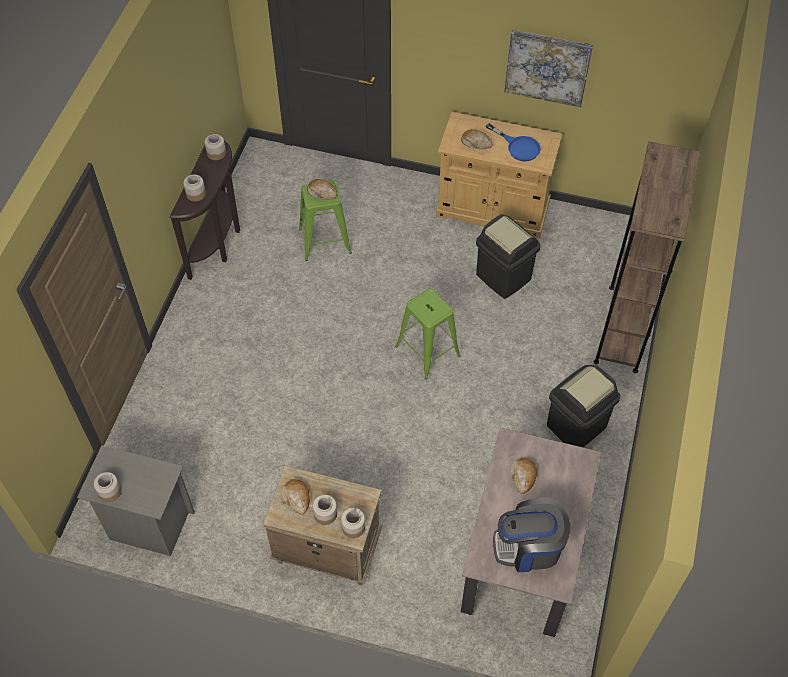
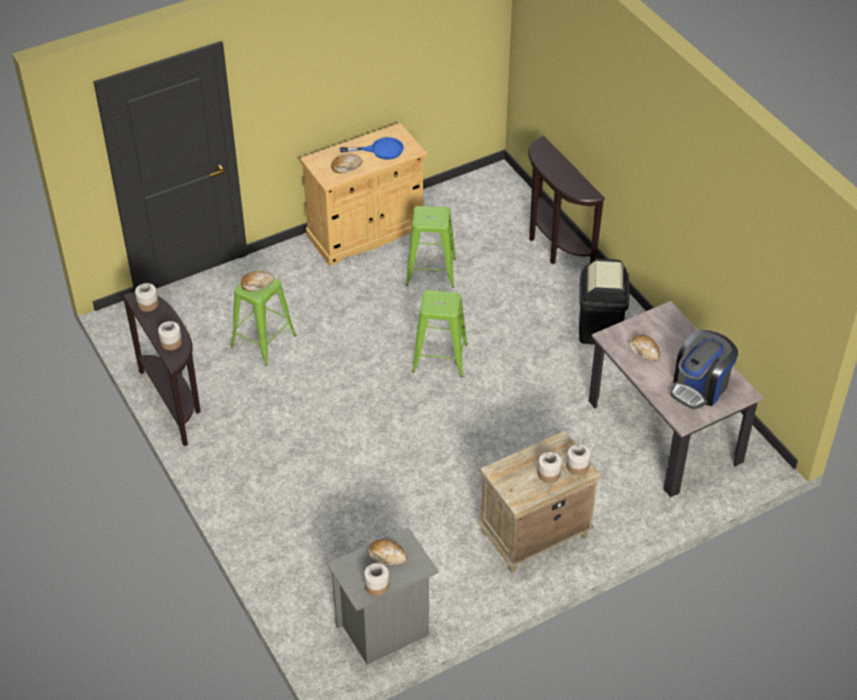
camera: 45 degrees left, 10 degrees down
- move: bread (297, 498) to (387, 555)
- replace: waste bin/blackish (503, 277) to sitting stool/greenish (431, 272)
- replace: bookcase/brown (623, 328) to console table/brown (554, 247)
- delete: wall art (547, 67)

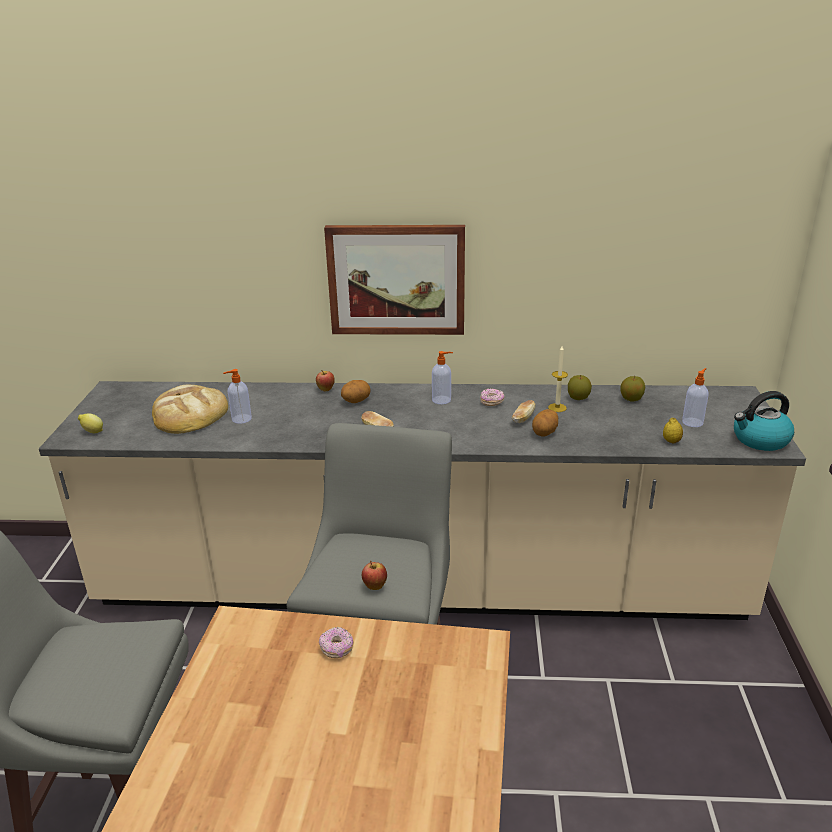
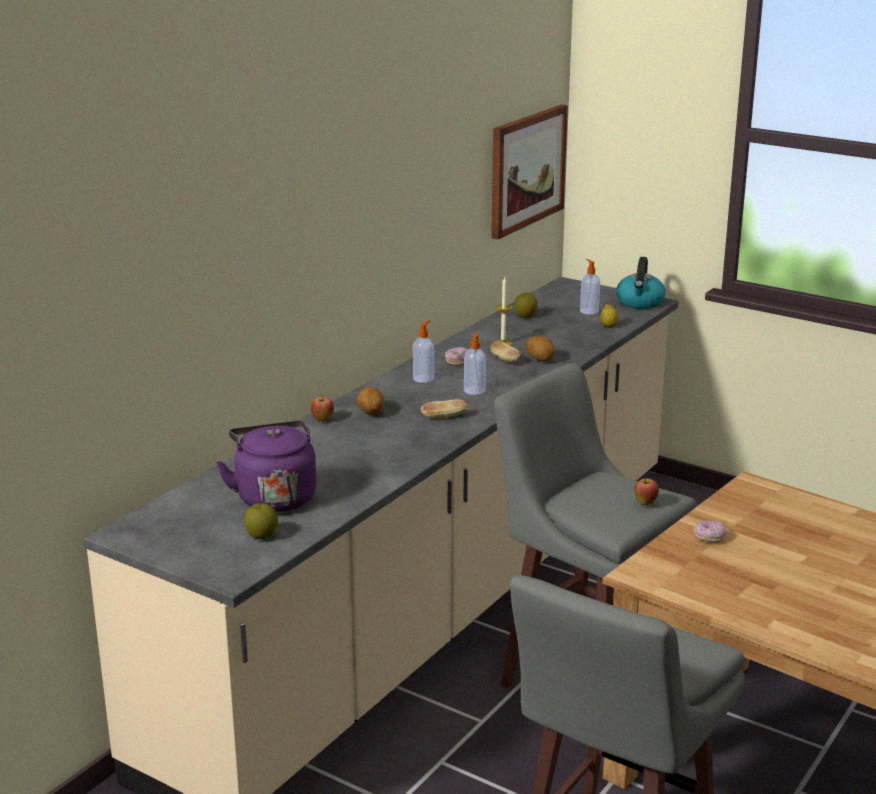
camera: 60 degrees left, 5 degrees down
- replace: bread (189, 414) to water kettle/purple (274, 497)
- move: apple (578, 398) to (262, 536)
- move: soap dispenser (241, 419) to (474, 391)
- move: wall art (396, 280) to (526, 170)
- delete: whole lemon (92, 432)

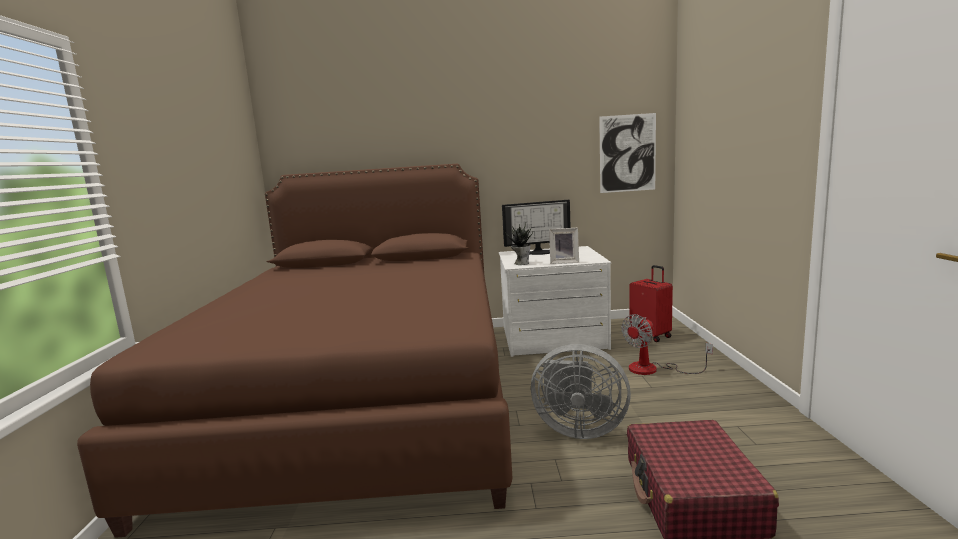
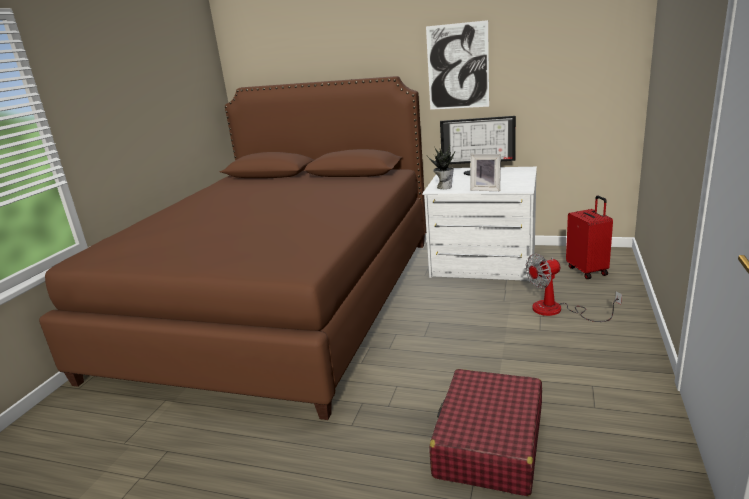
camera: 20 degrees right, 10 degrees up
- move: wall art (627, 153) to (457, 66)
- delete: electric fan/gray (577, 429)

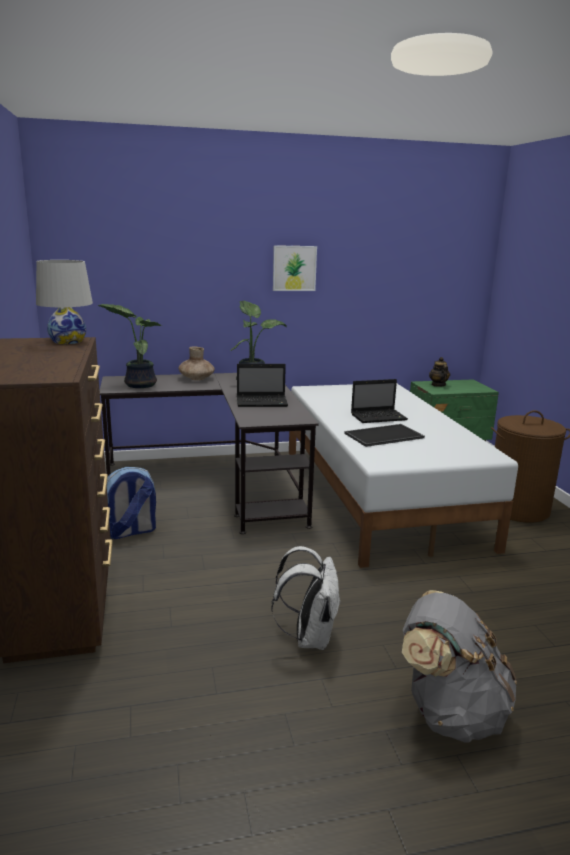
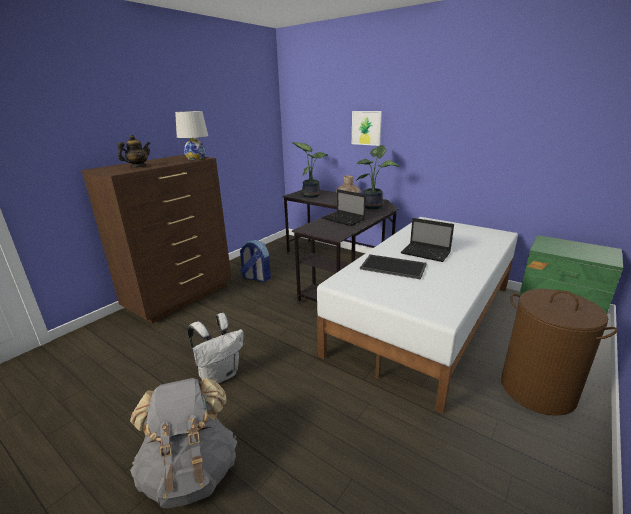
camera: 50 degrees right, 5 degrees up
- move: teapot (438, 385) to (138, 167)
- move: wall art (294, 268) to (366, 128)

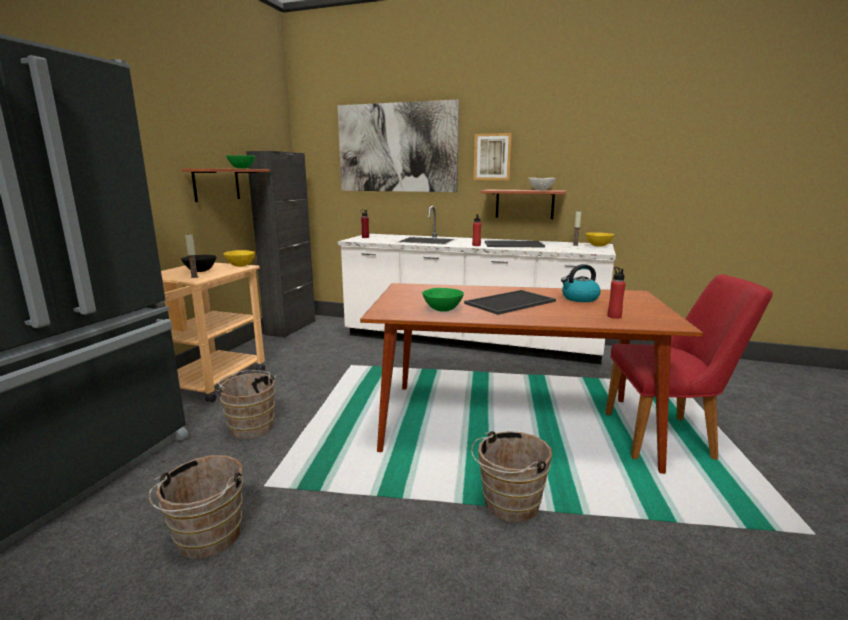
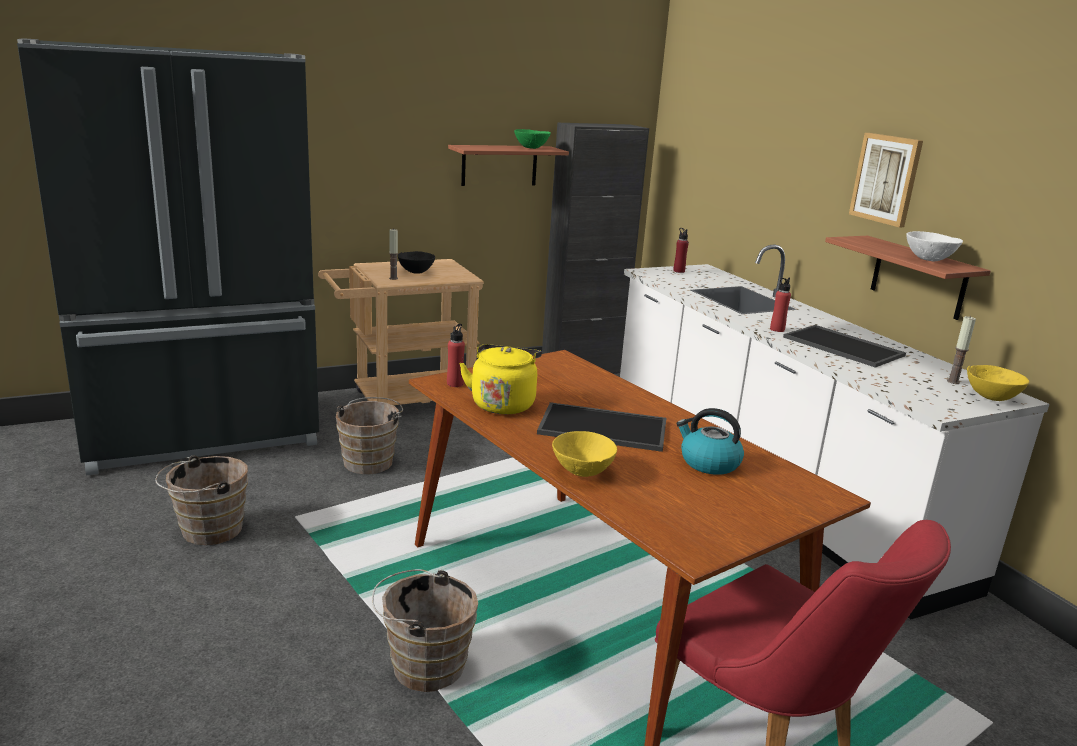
camera: 45 degrees right, 5 degrees up
- move: drink bottle/red-coloured (614, 316) to (455, 384)
- replace: bowl/greenish (443, 310) to water kettle/yellow (503, 403)
- move: bowl/yellow (240, 266) to (581, 472)
- delete: wall art (397, 148)

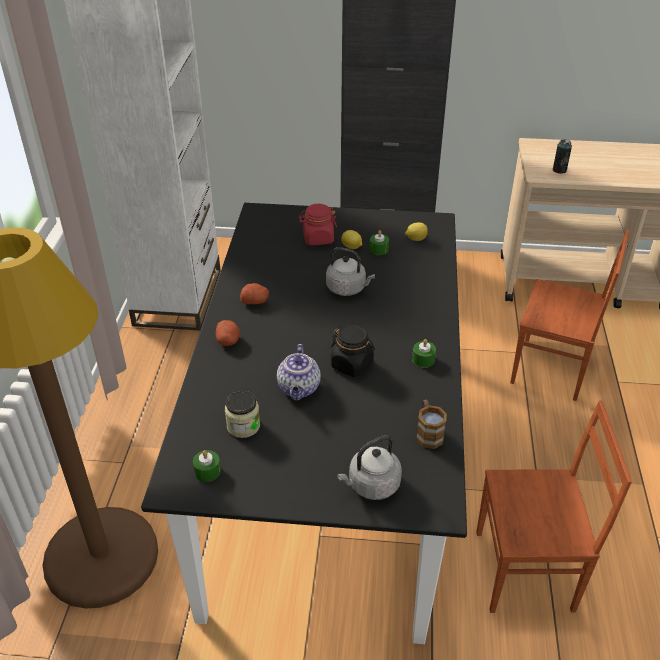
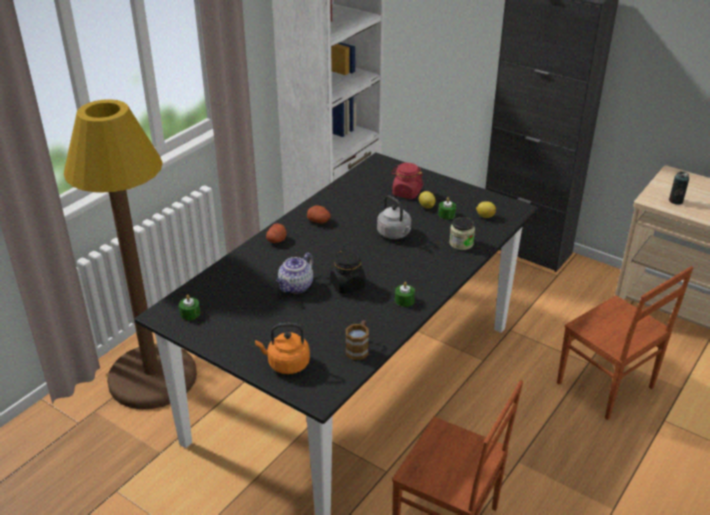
camera: 30 degrees right, 5 degrees down
- recolor: water kettle/gray (371, 485) to water kettle/orange (286, 364)
- move: preserve jar (243, 426) to (461, 243)

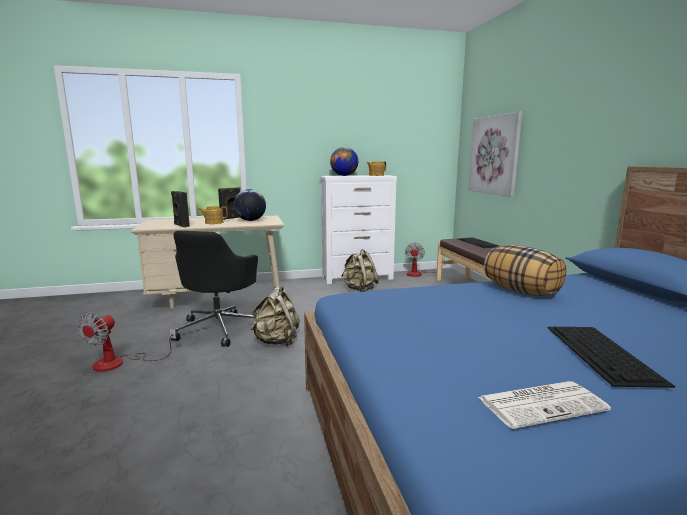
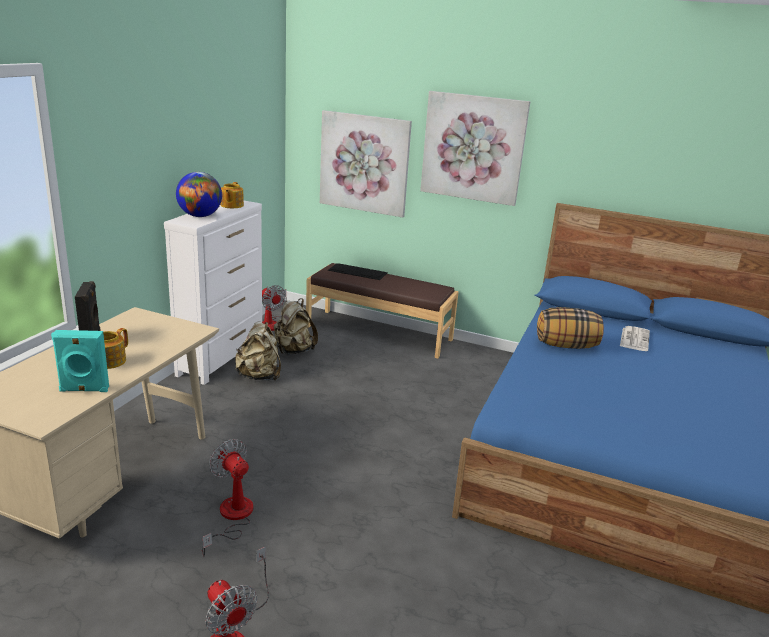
camera: 55 degrees left, 10 degrees up
- recolor: audio speaker/blackish (181, 225) to audio speaker/turquoise-coloured (84, 390)
- replace: office chair/blackish (220, 328) to electric fan (231, 517)
- move: knapsack/sand-coloured (277, 342) to (293, 351)
- insert: wall art (473, 148)
- move: daily paper (542, 404) to (634, 339)
- delete: world globe (250, 220)
- delete: PC keyboard (603, 353)

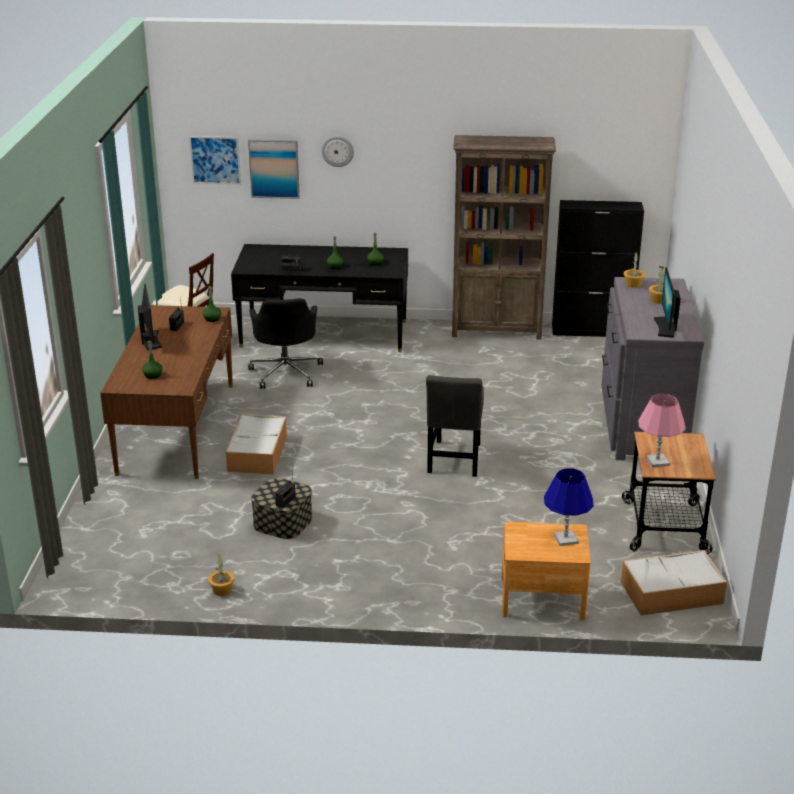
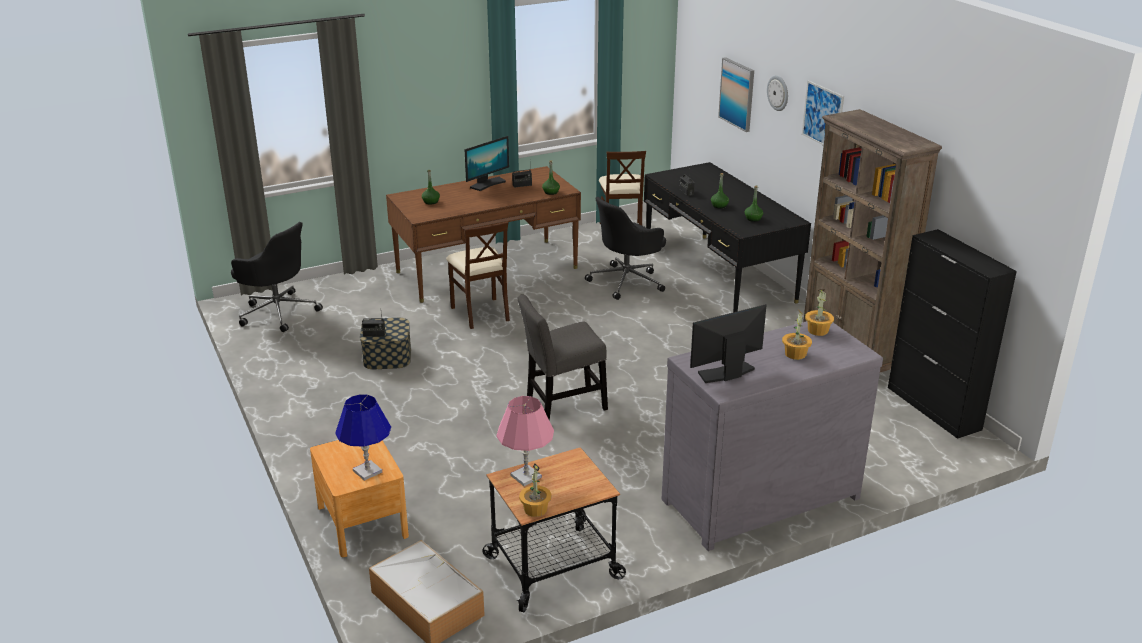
camera: 60 degrees right, 0 degrees up
- insert: office chair/blackish (278, 312)
- replace: storage box (257, 454) to upright chair/sand-coloured (481, 313)
- move: houseplant (221, 590) to (535, 509)
- move: wall art (215, 160) to (822, 115)

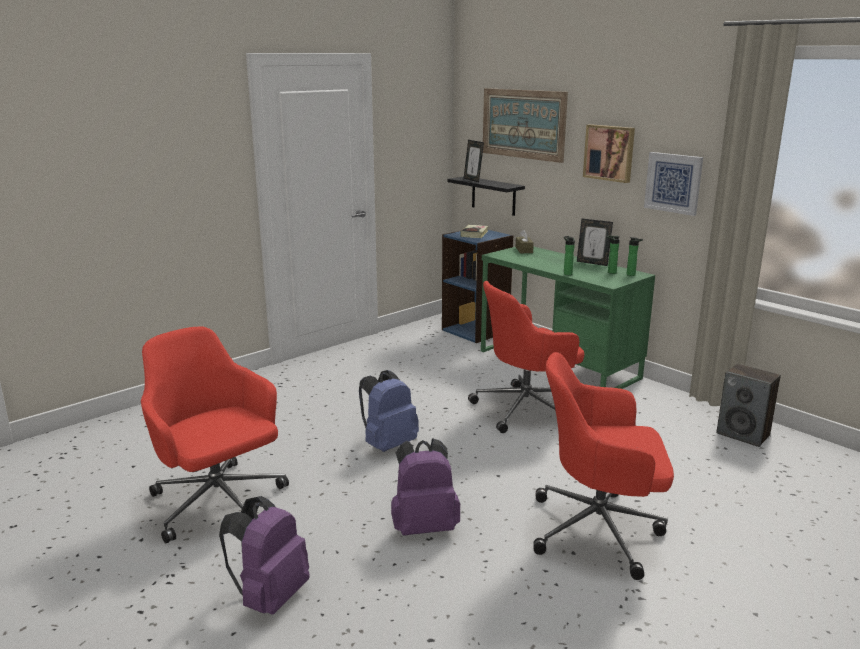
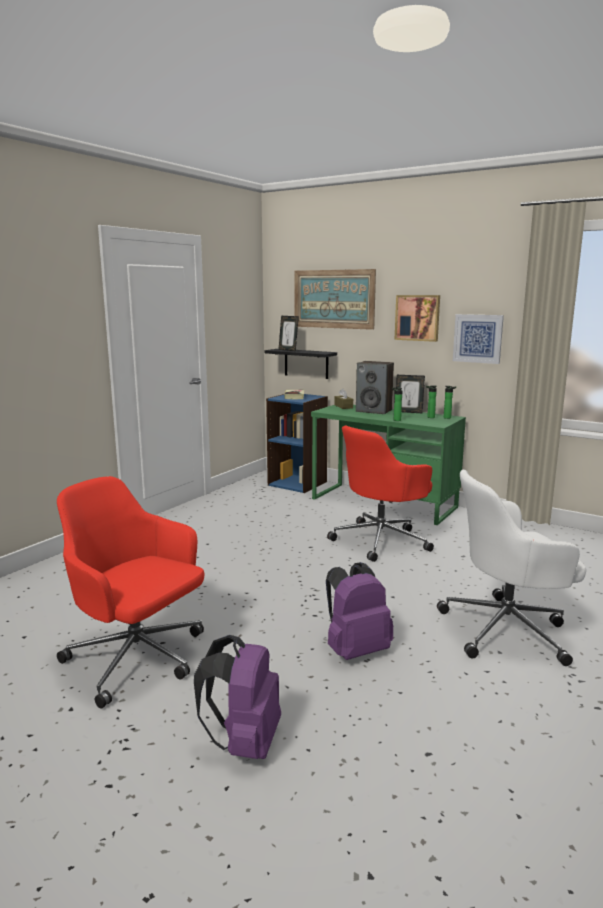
camera: 15 degrees left, 5 degrees down
- move: audio speaker (743, 434) to (374, 411)
- recolor: office chair/red-coloured (599, 530) to office chair/white (507, 630)
- delete: knapsack/blue-coloured (388, 444)

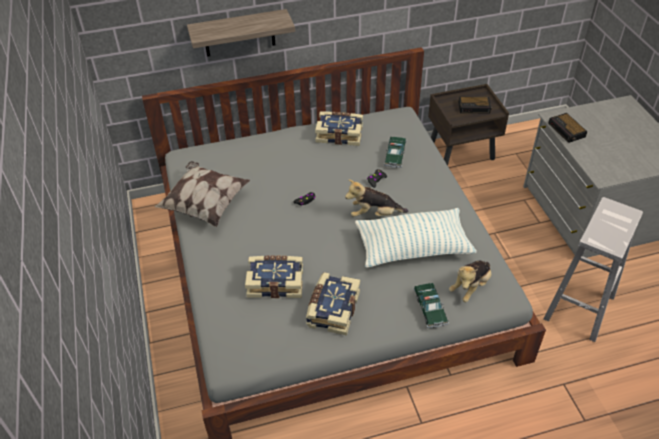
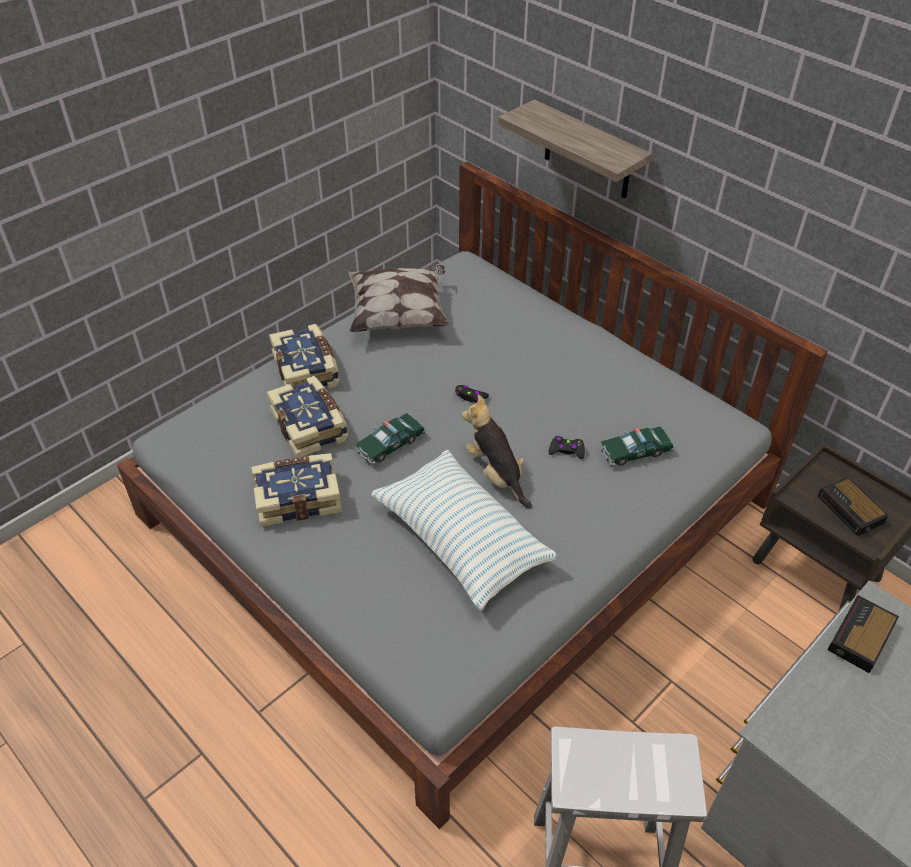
camera: 60 degrees right, 0 degrees up
- move: book (339, 134) to (307, 370)
- move: toy car (430, 308) to (390, 444)
- delete: cuddly toy (470, 287)

